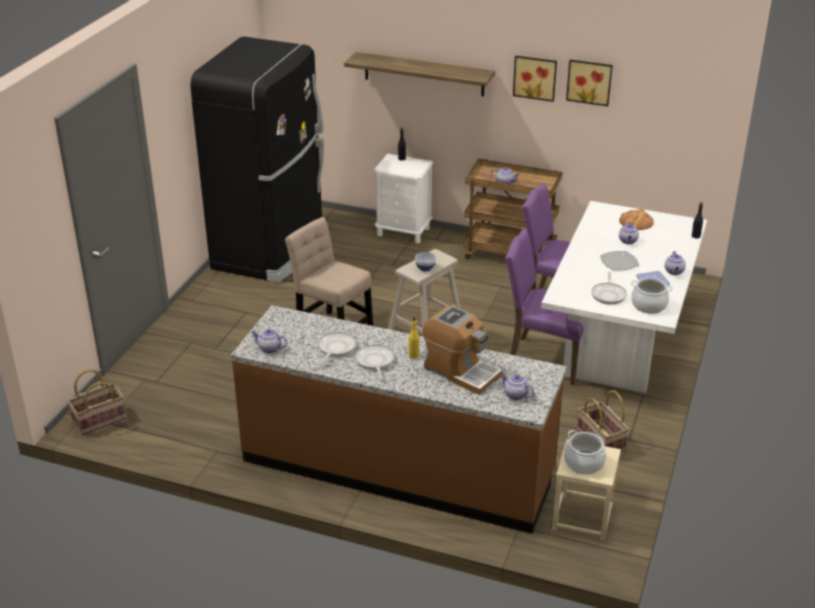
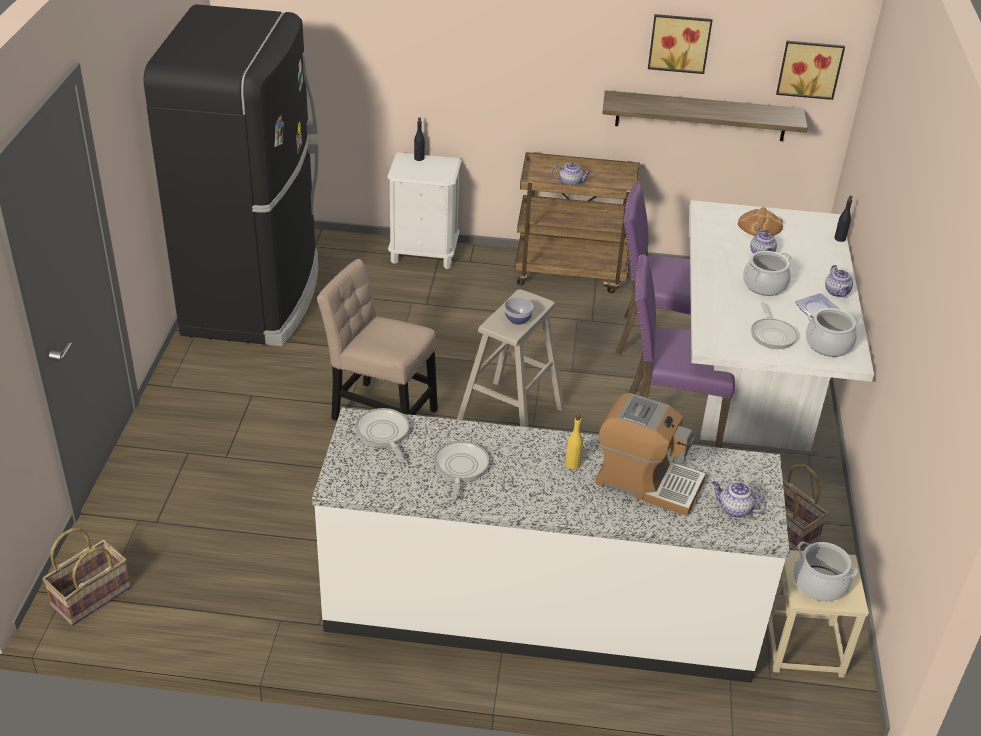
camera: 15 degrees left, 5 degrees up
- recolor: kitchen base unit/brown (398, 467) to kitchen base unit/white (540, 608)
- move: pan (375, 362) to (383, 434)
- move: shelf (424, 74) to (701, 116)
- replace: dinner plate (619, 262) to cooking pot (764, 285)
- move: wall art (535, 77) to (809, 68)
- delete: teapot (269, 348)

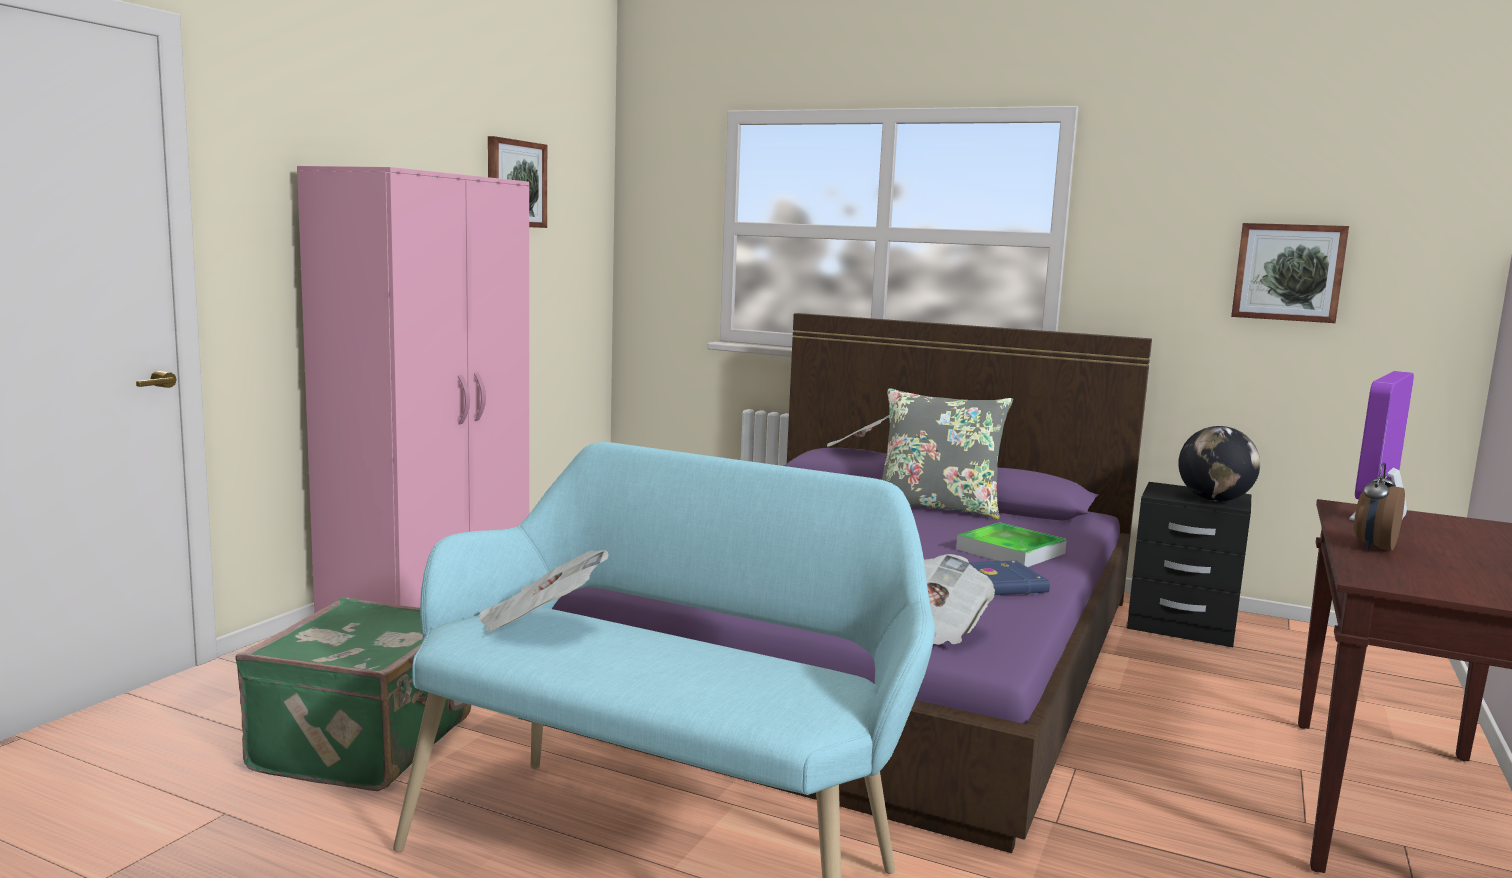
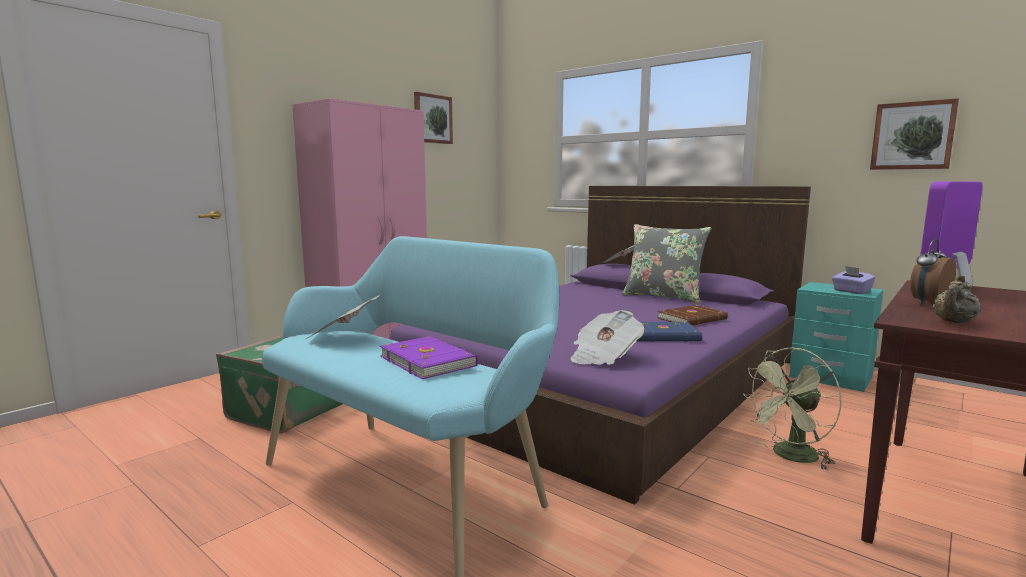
camera: 15 degrees right, 0 degrees up
- insert: book/purple (429, 361)
- replace: tray (1010, 551) to book/brown (693, 319)
- insert: electric fan/greenish (790, 457)
- recolor: bedside table/blackish (1181, 626) to bedside table/turquoise-coloured (830, 377)
- replace: world globe (1214, 500) to tissue holder/purple (851, 291)
- insert: teapot/sand-coloured (953, 322)

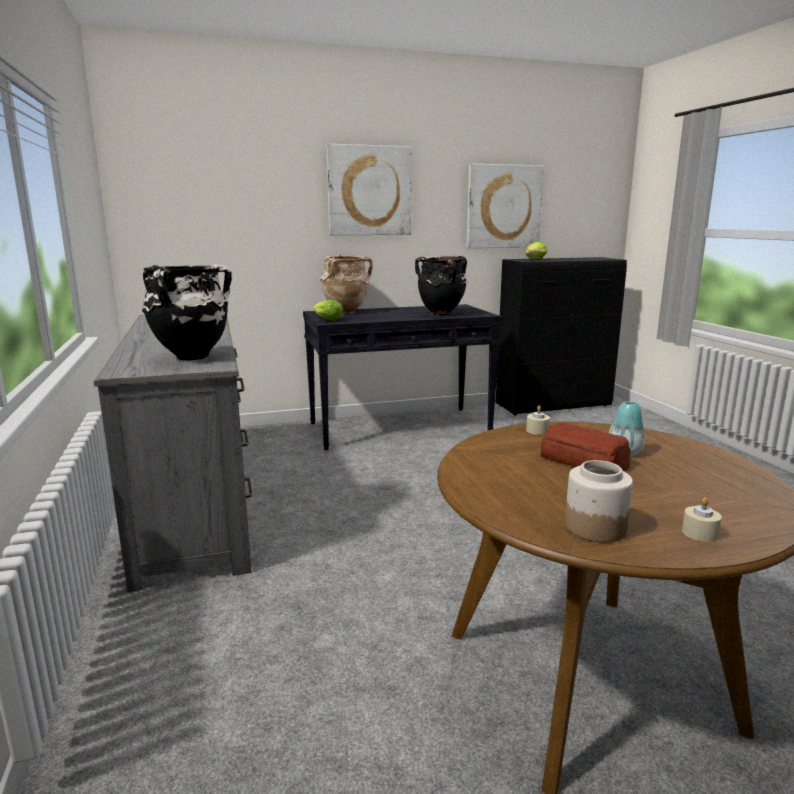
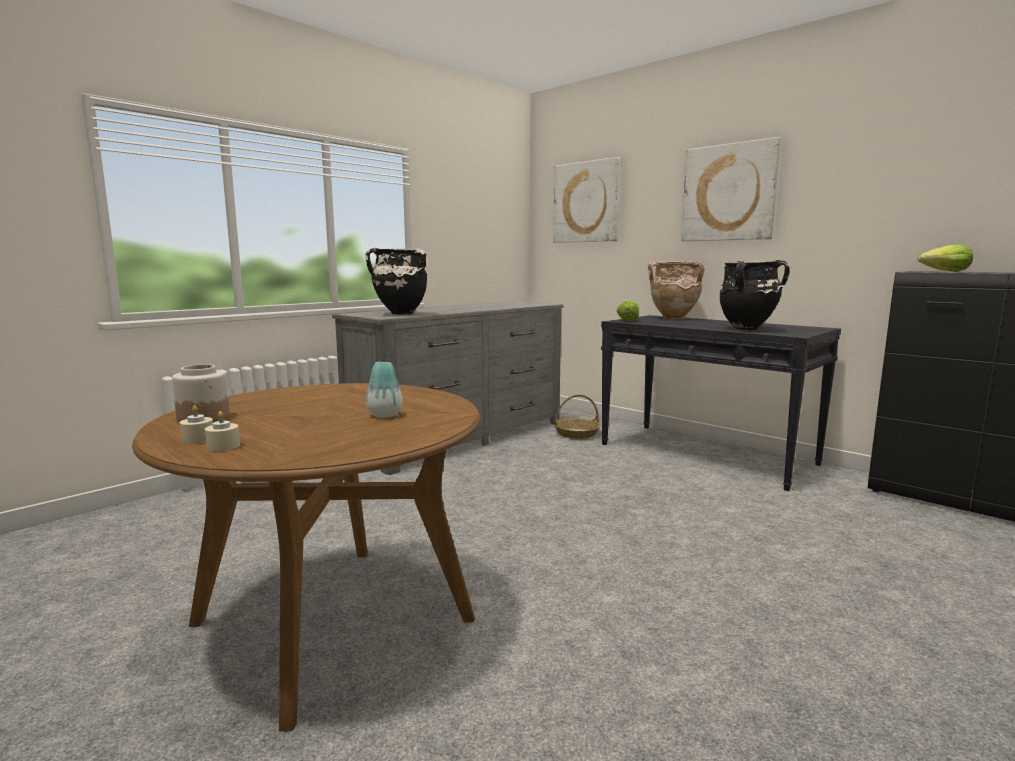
camera: 60 degrees right, 5 degrees down
- move: wax candle/sand-coloured (537, 431) to (223, 446)
- move: wall art (503, 207) to (586, 202)
- insert: household basket (576, 433)
- delete: bread (583, 461)

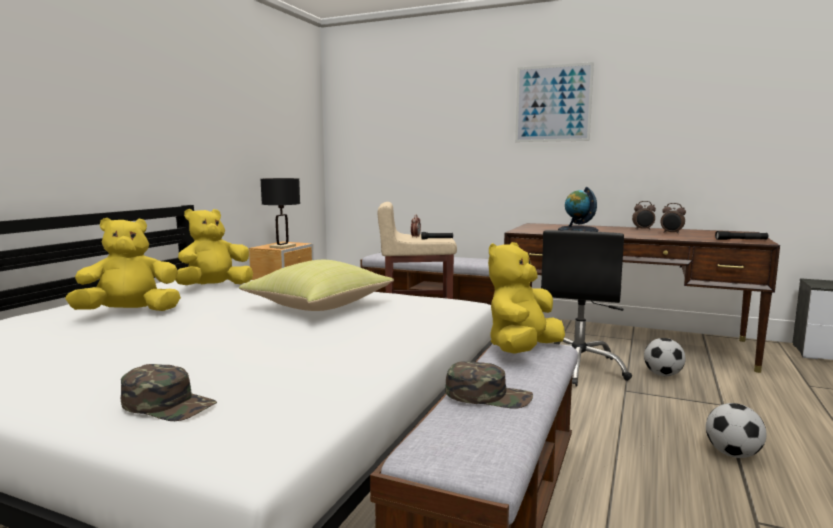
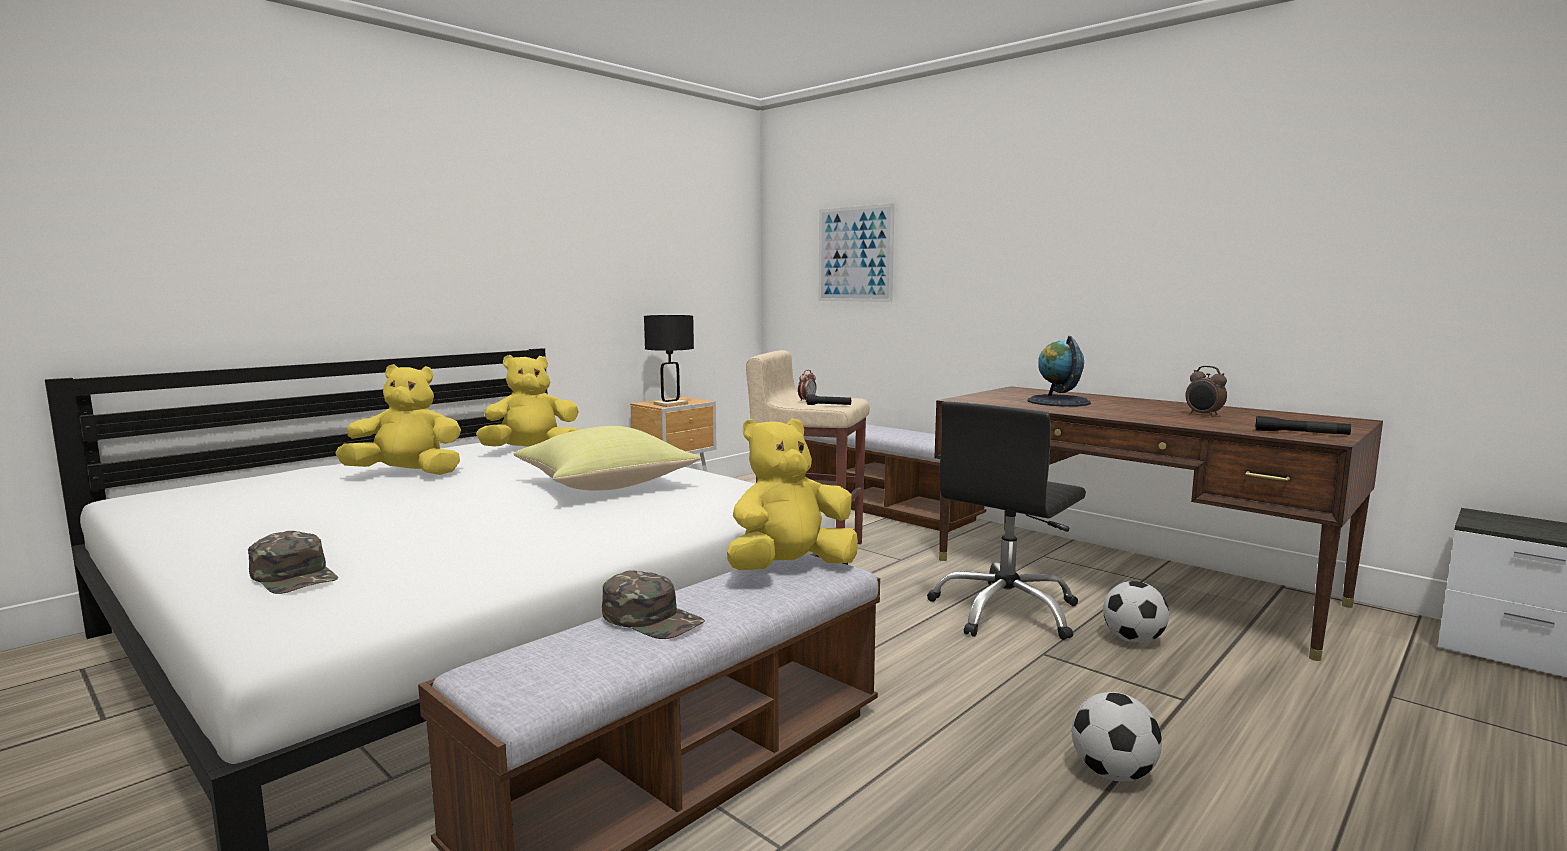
camera: 20 degrees right, 0 degrees up
- move: wall art (553, 103) to (855, 254)
- delete: bedside clock (643, 229)

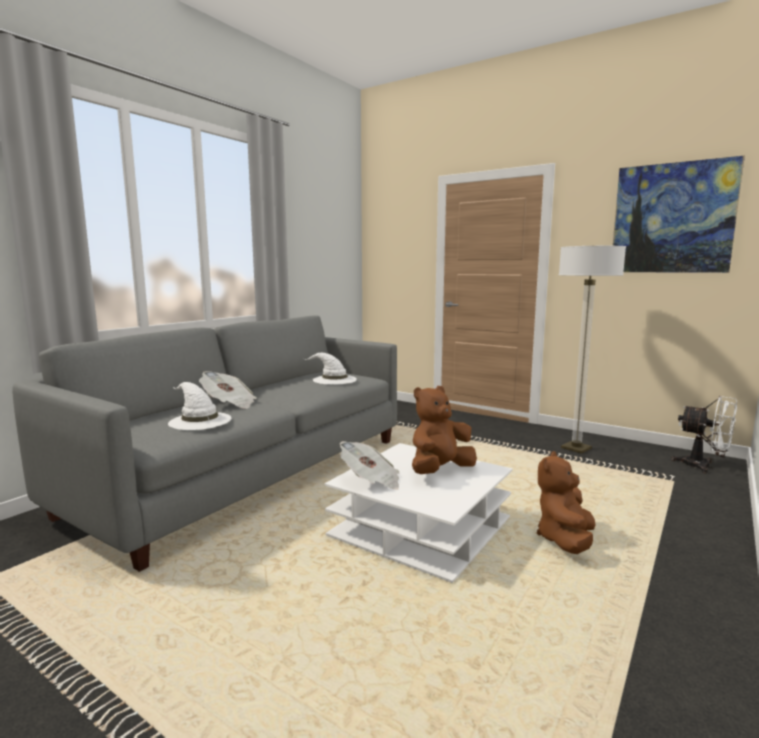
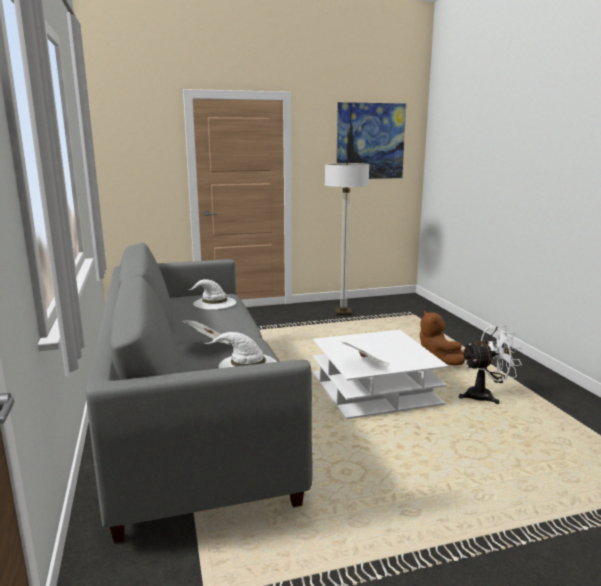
camera: 50 degrees left, 5 degrees up
- move: electric fan/white (704, 466) to (485, 396)
- delete: cuddly toy/brown (440, 470)

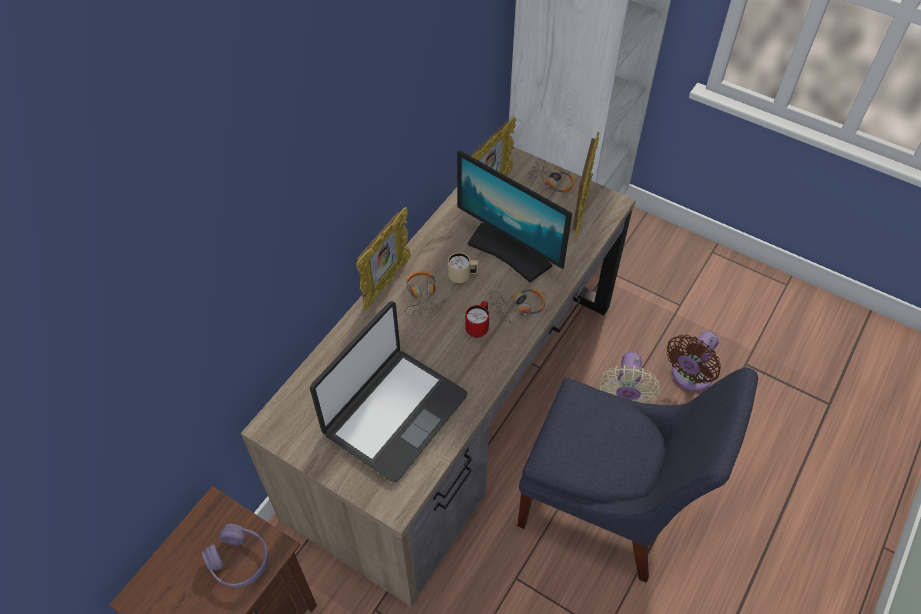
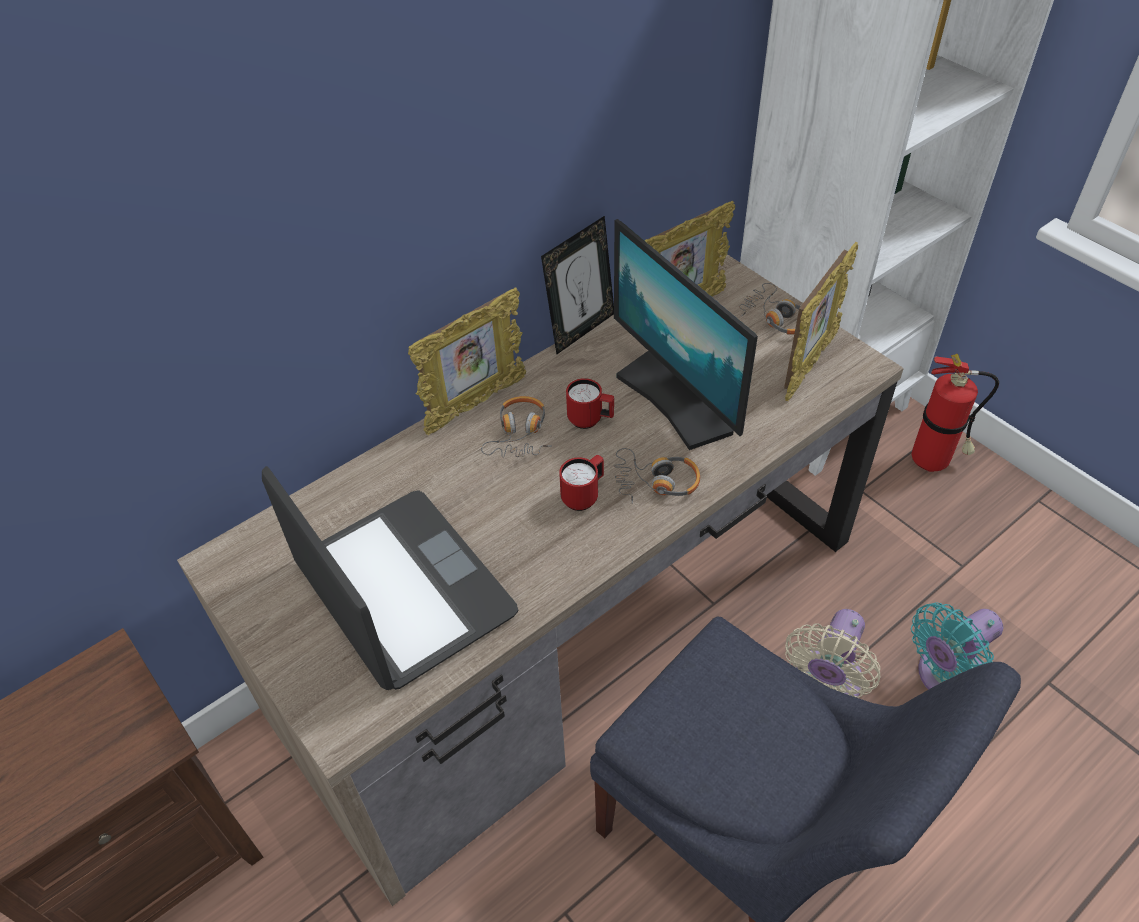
camera: 20 degrees right, 5 degrees down
- rotate: portable computer (394, 414) = (402, 590) 90 degrees counterclockwise
- insert: standing frame (581, 330)
- recolor: coffee mug/sand-coloured (463, 277) to coffee mug/red-coloured (590, 420)
- recolor: electric fan/brown (689, 377) to electric fan/turquoise-coloured (946, 677)
- insert: fire-fighting cylinder (934, 462)
- delete: headset/purple (239, 561)

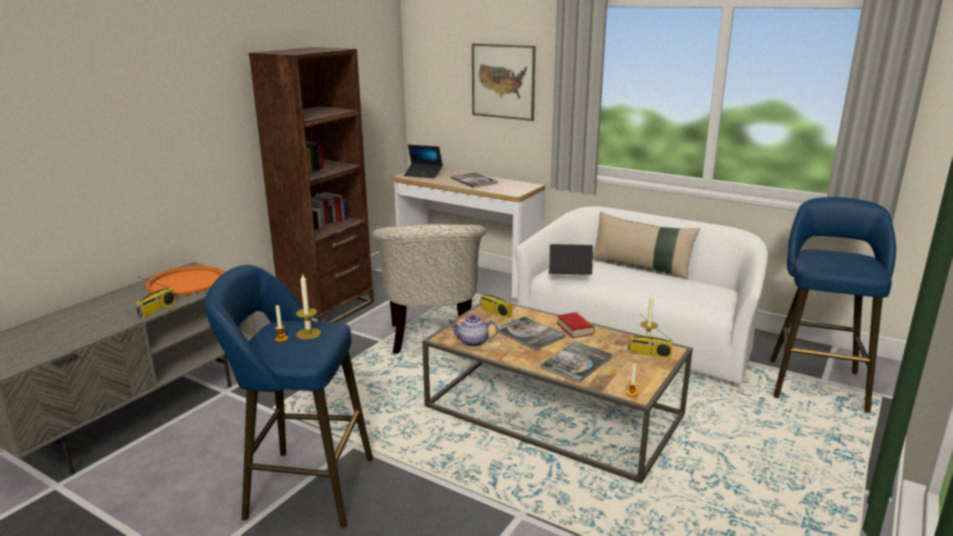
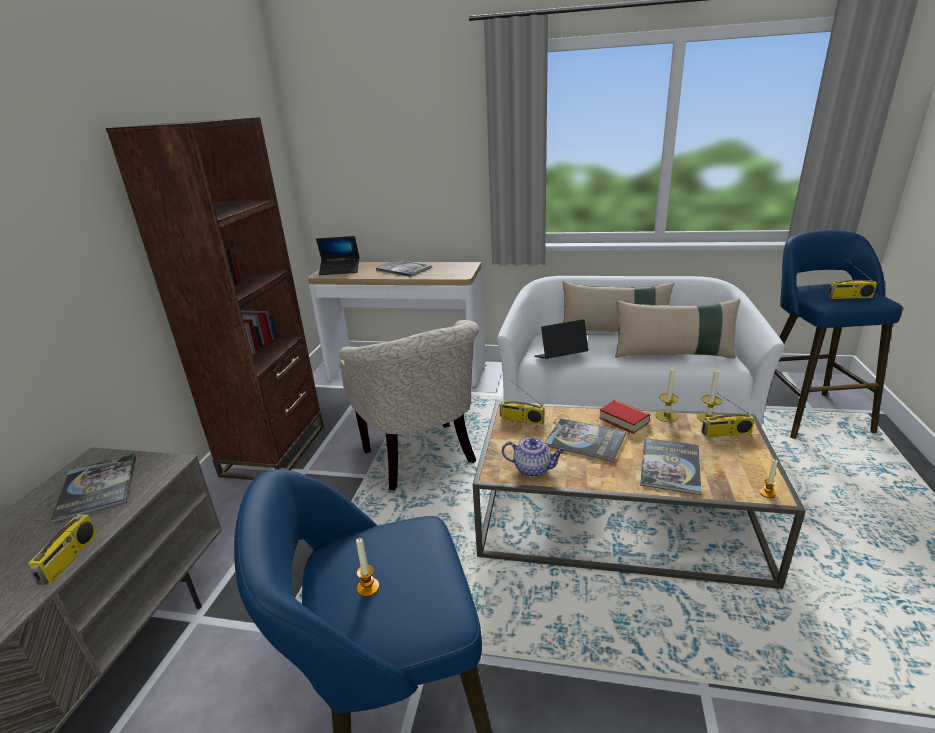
camera: 20 degrees left, 5 degrees up
- replace: tray/orange (186, 282) to book (97, 488)
- rotate: teapot (472, 342) = (533, 469) 150 degrees counterclockwise
- insert: cushion/sand-coloured (673, 354)
- move: wax candle (308, 334) to (666, 416)
- insert: radio (849, 297)
- delete: wall art (503, 81)

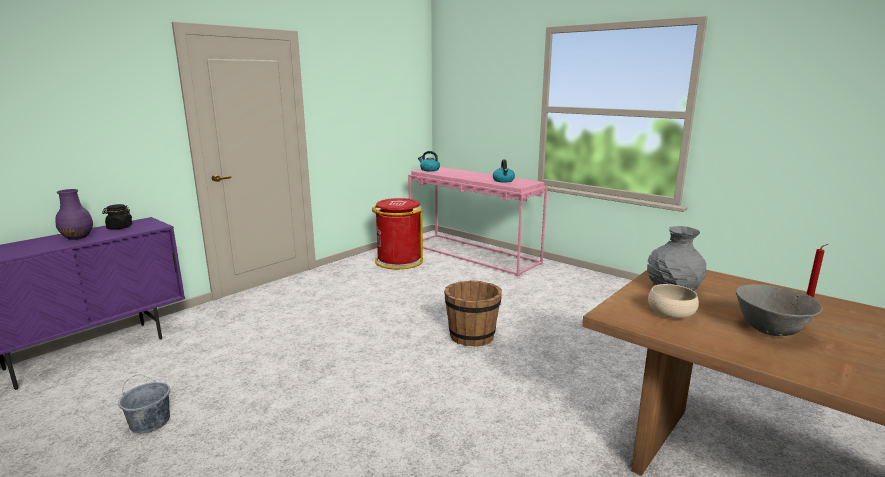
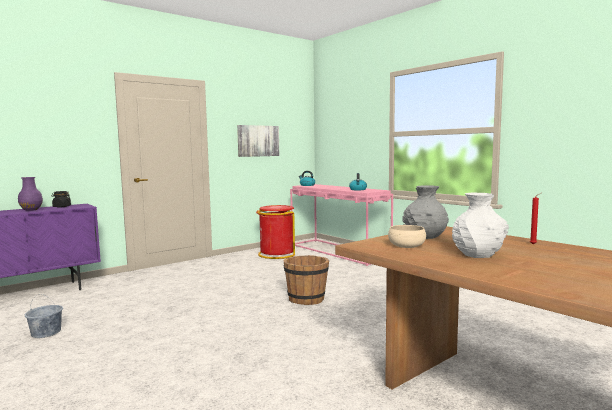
camera: 10 degrees right, 10 degrees down
- insert: wall art (258, 141)
- replace: bowl/gray (770, 330) to vase/white (478, 254)

